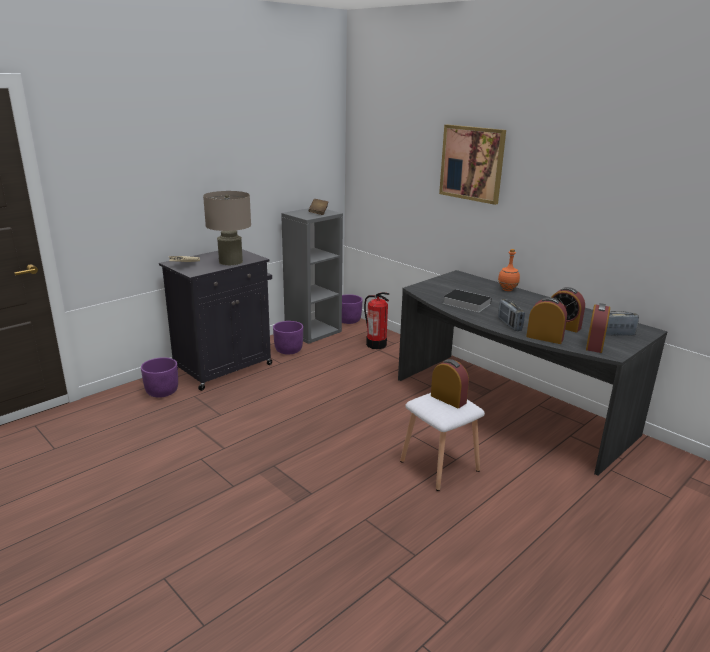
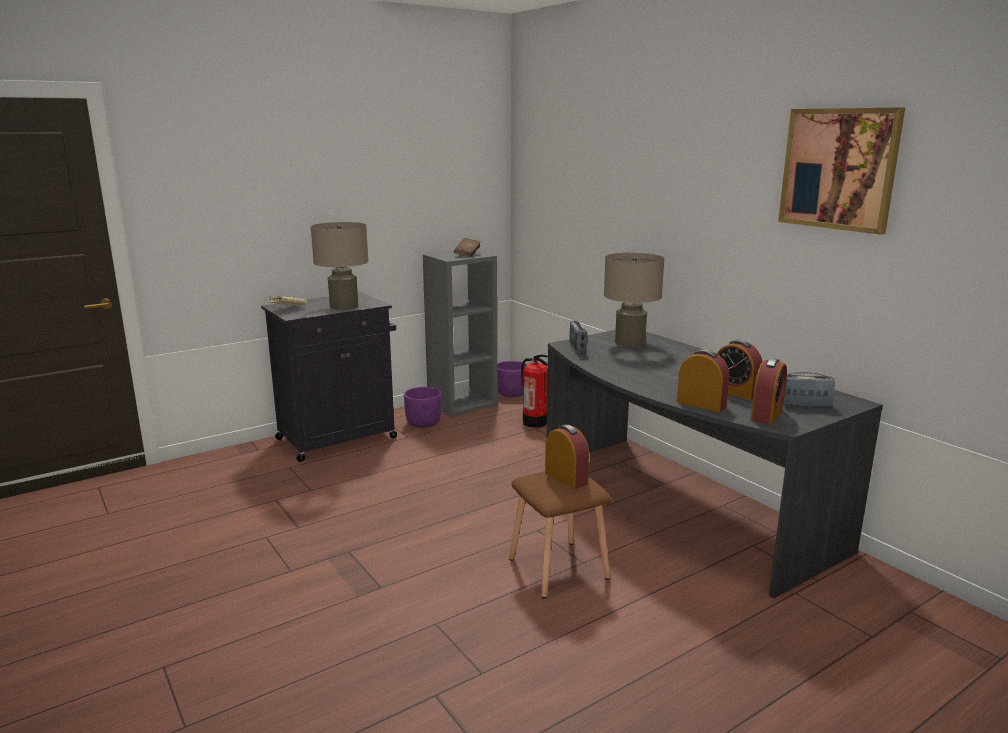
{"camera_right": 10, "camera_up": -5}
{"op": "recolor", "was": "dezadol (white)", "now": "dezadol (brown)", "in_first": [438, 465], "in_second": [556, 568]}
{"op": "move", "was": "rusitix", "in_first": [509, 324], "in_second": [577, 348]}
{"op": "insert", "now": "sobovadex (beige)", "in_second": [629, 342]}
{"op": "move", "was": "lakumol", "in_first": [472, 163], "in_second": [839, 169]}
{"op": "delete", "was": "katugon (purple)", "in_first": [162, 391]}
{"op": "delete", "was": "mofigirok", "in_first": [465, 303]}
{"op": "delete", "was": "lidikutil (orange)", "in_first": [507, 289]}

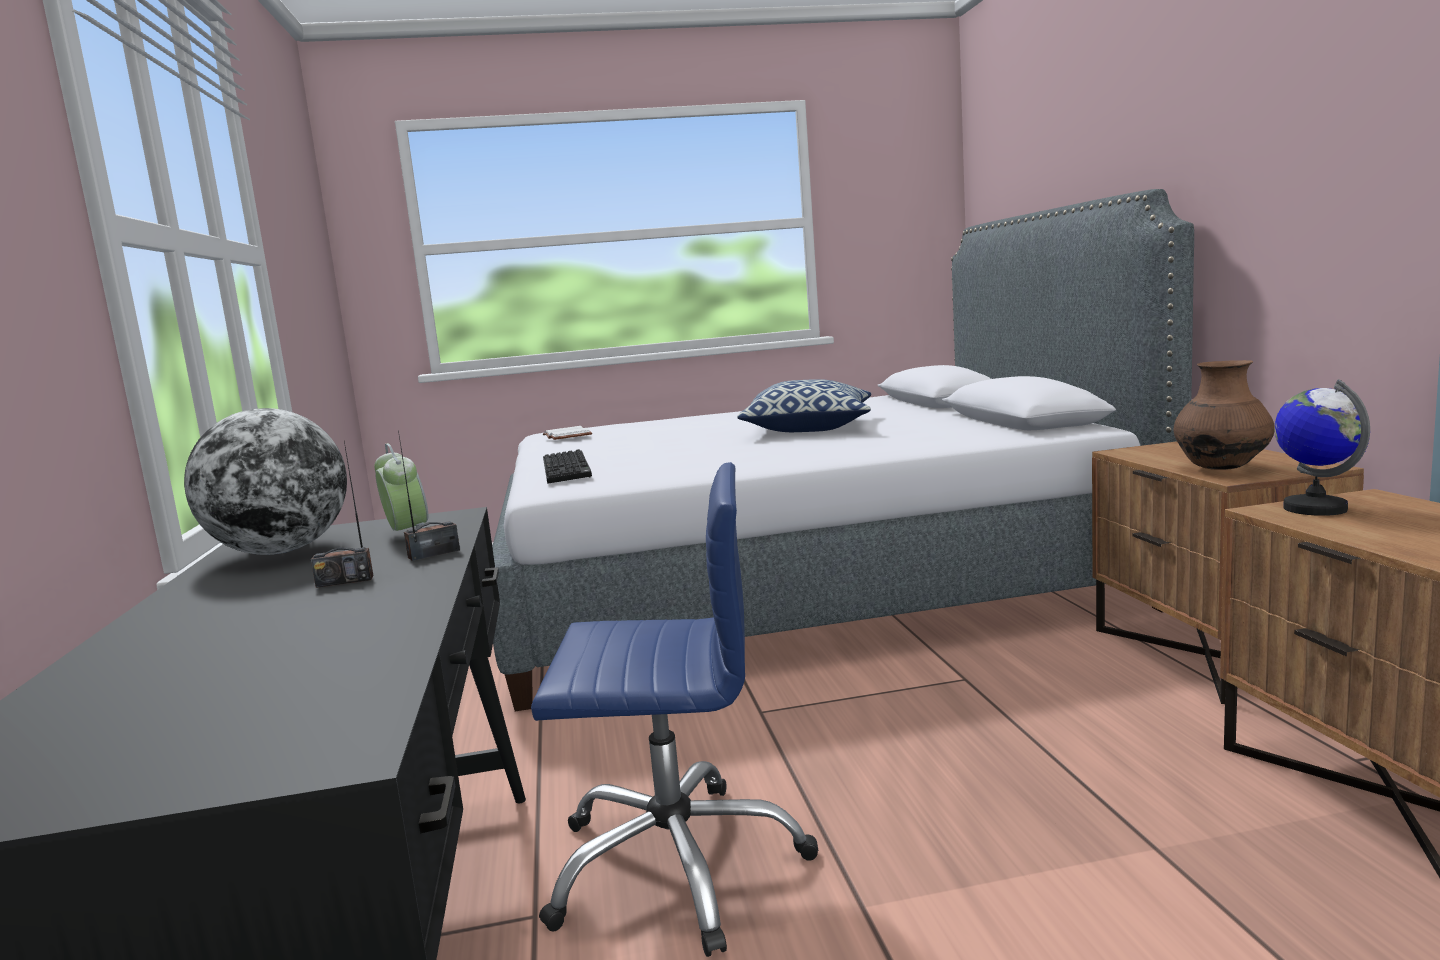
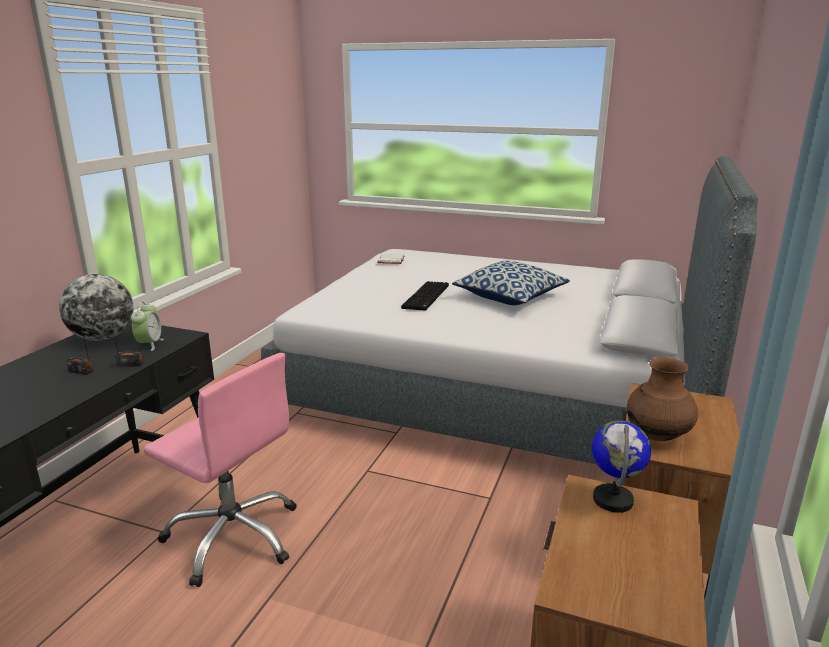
{"camera_right": 30, "camera_up": 10}
{"op": "recolor", "was": "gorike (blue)", "now": "gorike (pink)", "in_first": [676, 864], "in_second": [233, 536]}
{"op": "move", "was": "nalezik", "in_first": [568, 469], "in_second": [427, 297]}

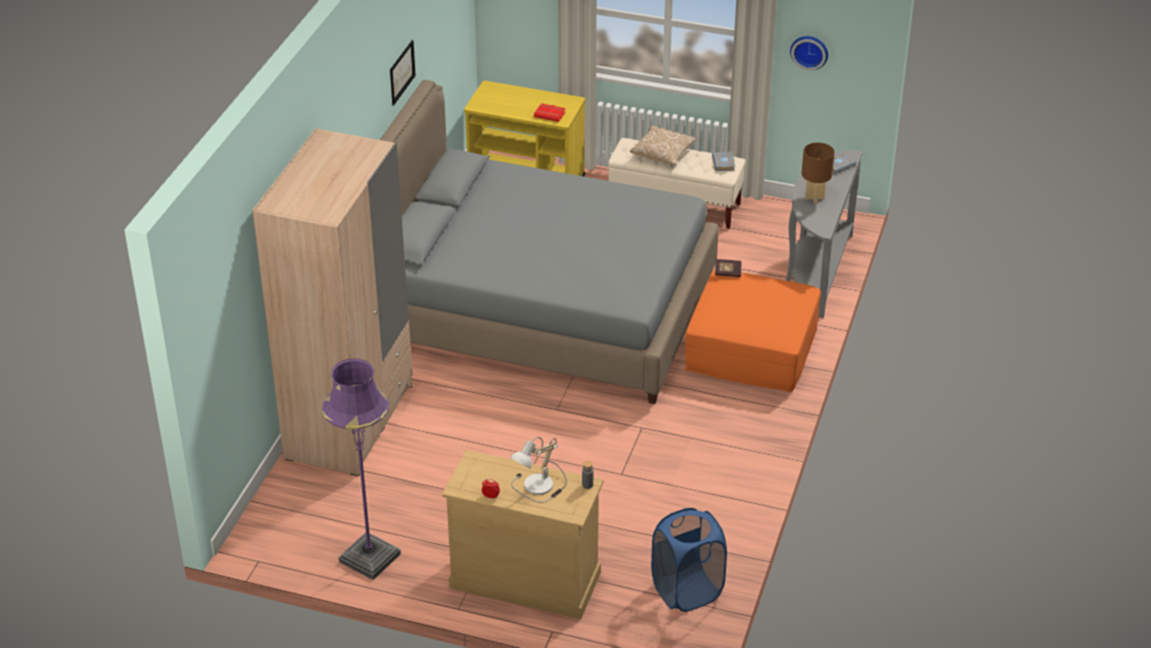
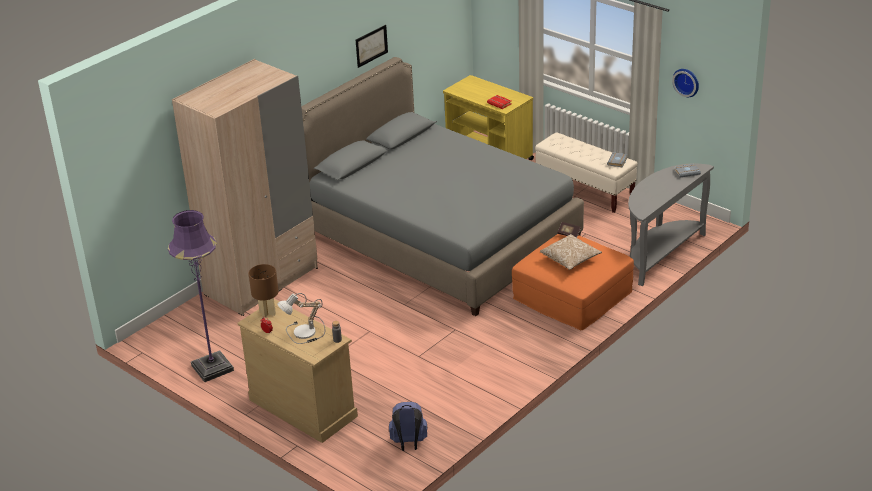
{"camera_right": 25, "camera_up": -5}
{"op": "move", "was": "sobovadex (brown)", "in_first": [814, 198], "in_second": [267, 313]}
{"op": "replace", "was": "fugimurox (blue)", "now": "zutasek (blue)", "in_first": [687, 591], "in_second": [409, 444]}
{"op": "move", "was": "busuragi", "in_first": [662, 154], "in_second": [570, 259]}

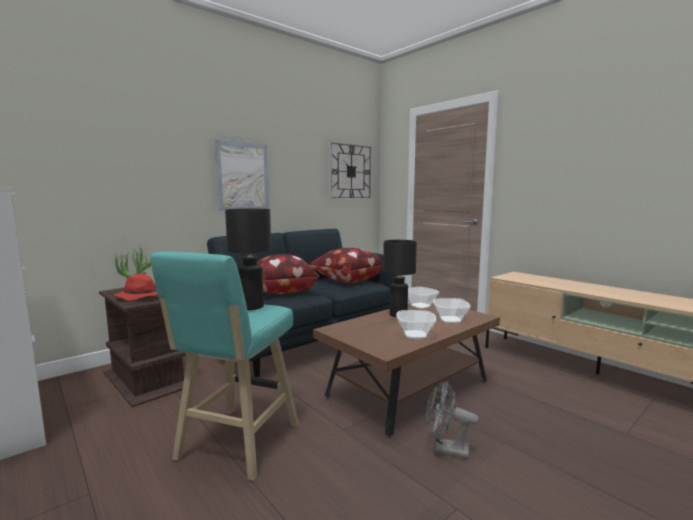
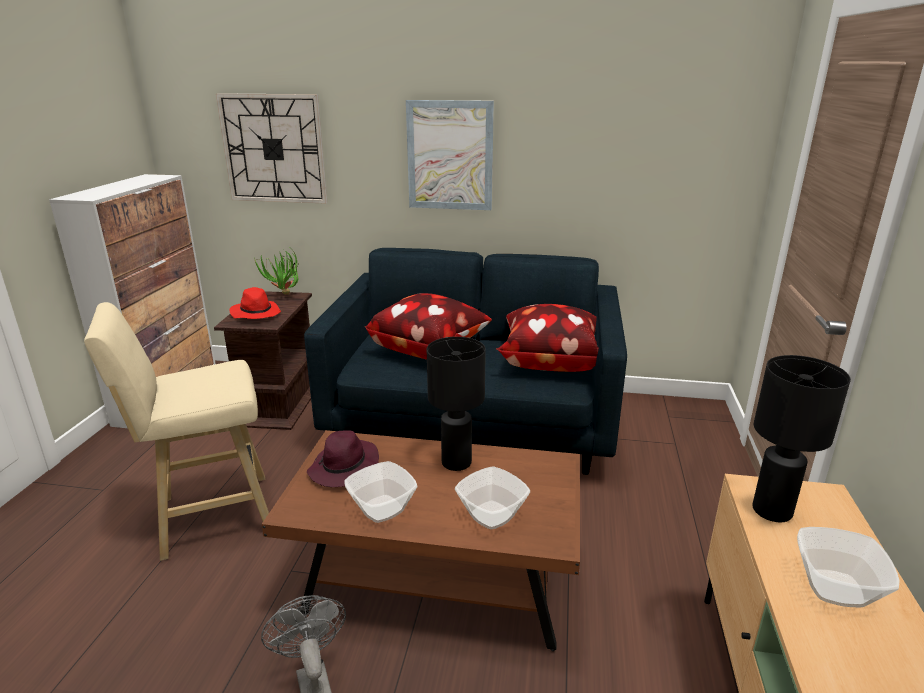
{"camera_right": 50, "camera_up": 15}
{"op": "recolor", "was": "dezadol (turquoise)", "now": "dezadol (beige)", "in_first": [236, 445], "in_second": [210, 517]}
{"op": "move", "was": "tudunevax", "in_first": [350, 171], "in_second": [273, 149]}
{"op": "insert", "now": "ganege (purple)", "in_second": [344, 468]}
{"op": "move", "was": "sobovadex (black)", "in_first": [252, 307], "in_second": [773, 511]}
{"op": "move", "was": "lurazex", "in_first": [421, 306], "in_second": [837, 589]}

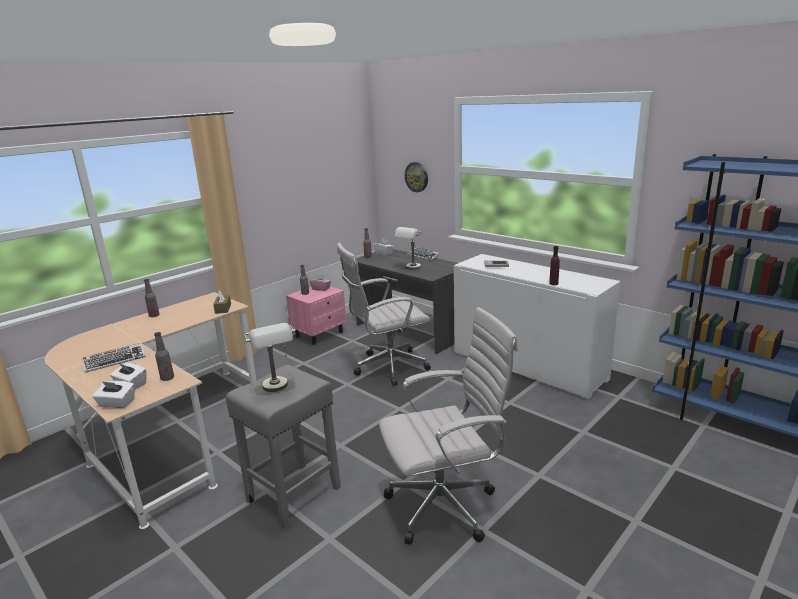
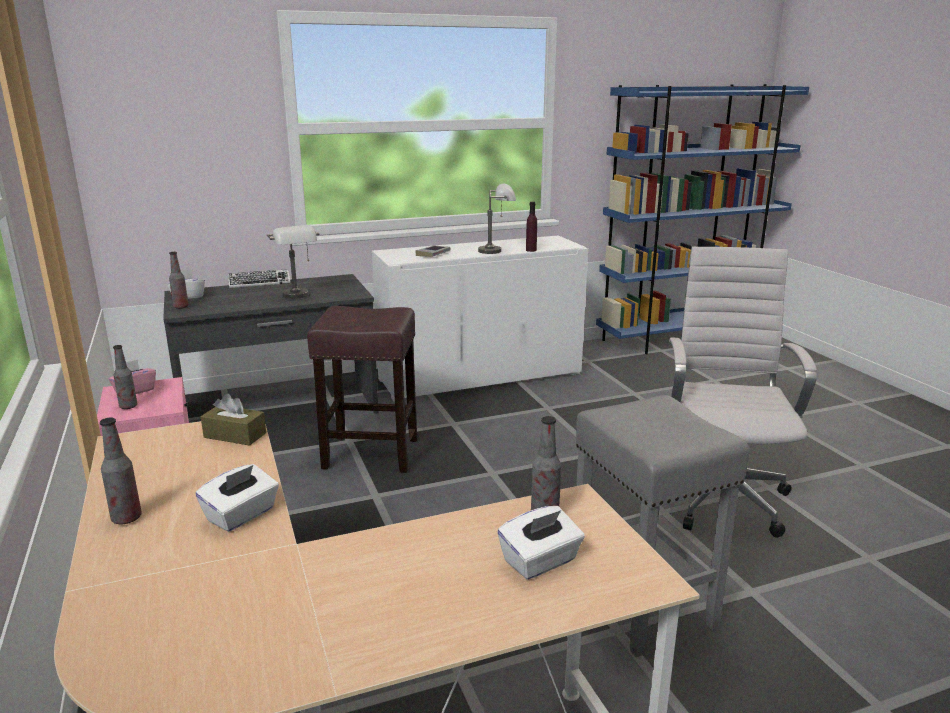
{"camera_right": -65, "camera_up": 0}
{"op": "move", "was": "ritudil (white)", "in_first": [116, 403], "in_second": [241, 515]}
{"op": "replace", "was": "gorike (white)", "now": "dezadol (brown)", "in_first": [387, 367], "in_second": [369, 454]}
{"op": "move", "was": "sobovadex (grey)", "in_first": [278, 389], "in_second": [498, 251]}
{"op": "delete", "was": "nalezik", "in_first": [115, 361]}
{"op": "delete", "was": "tudunevax", "in_first": [416, 177]}

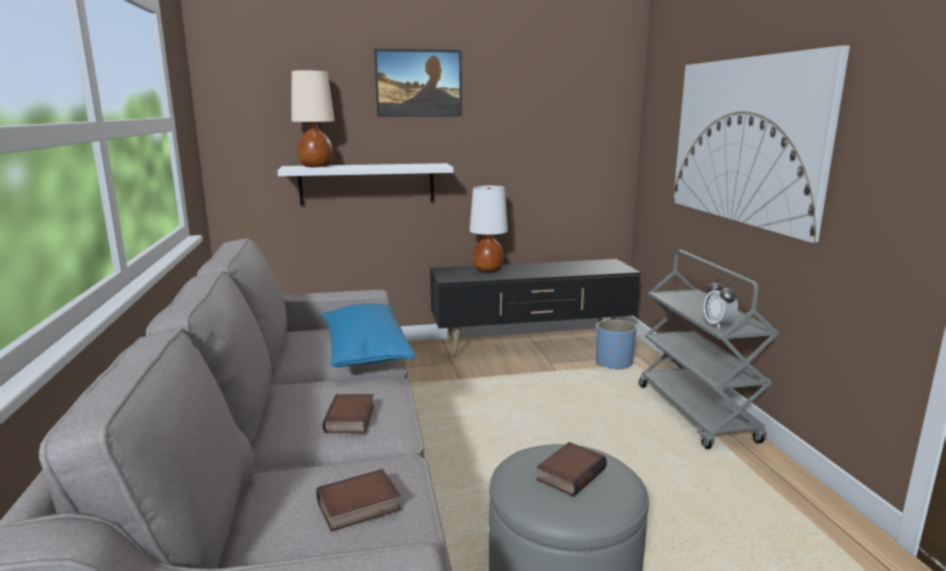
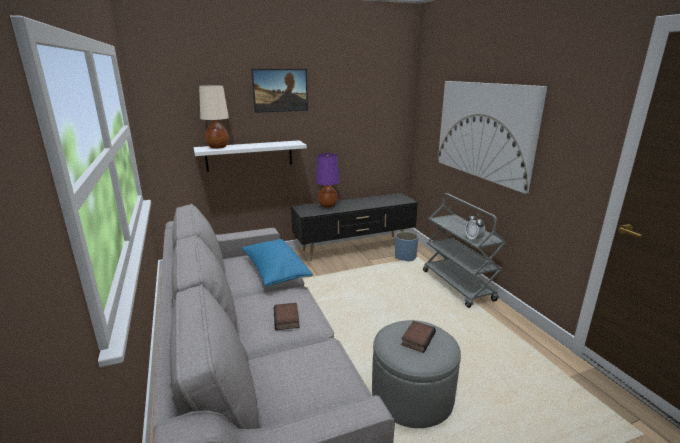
{"camera_right": -10, "camera_up": 5}
{"op": "recolor", "was": "sobovadex (white)", "now": "sobovadex (purple)", "in_first": [487, 270], "in_second": [327, 206]}
{"op": "delete", "was": "mofigirok", "in_first": [358, 508]}

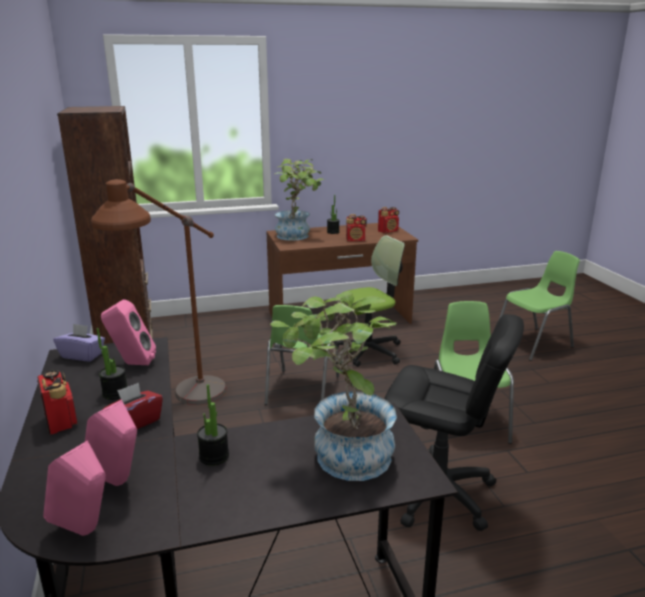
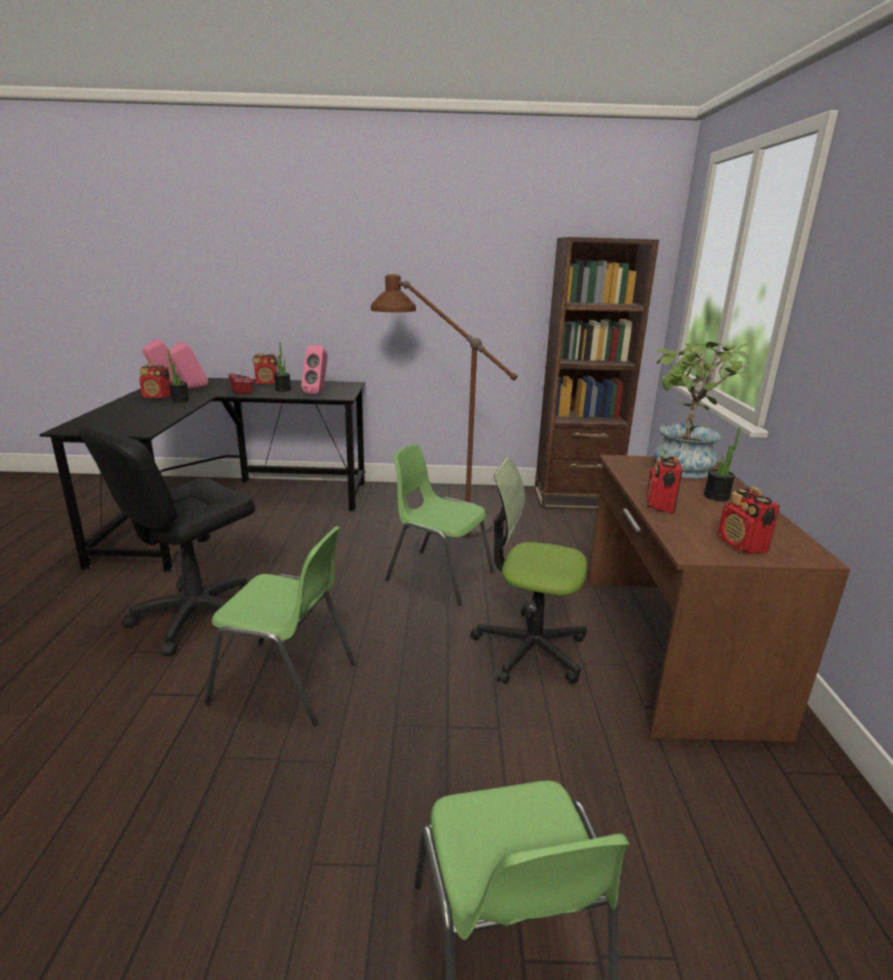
{"camera_right": 105, "camera_up": 0}
{"op": "insert", "now": "rusitix", "in_second": [157, 397]}
{"op": "rotate", "was": "gorike", "in_first": [369, 351], "in_second": [529, 649], "clockwise": 120}
{"op": "delete", "was": "ritudil (purple)", "in_first": [82, 355]}
{"op": "delete", "was": "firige", "in_first": [341, 456]}

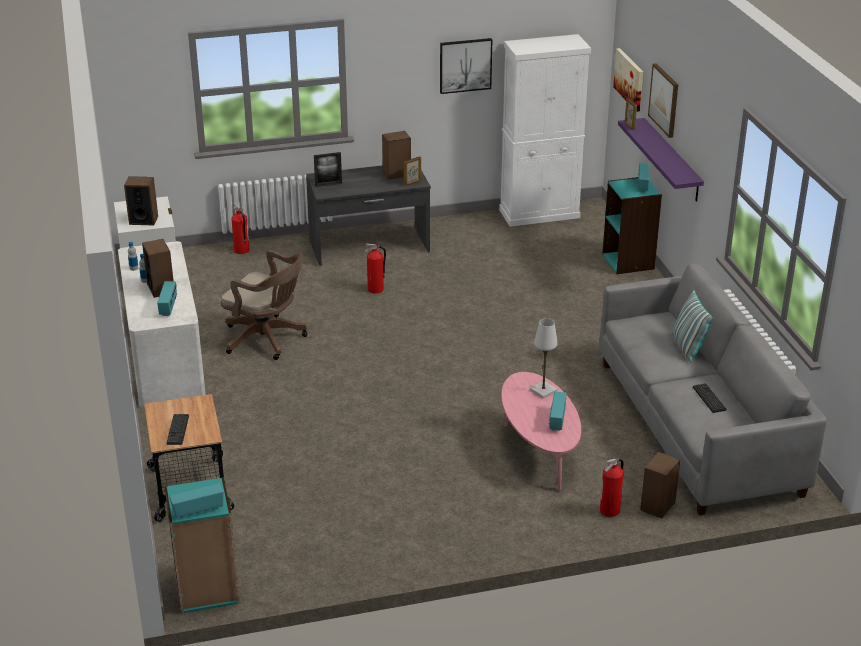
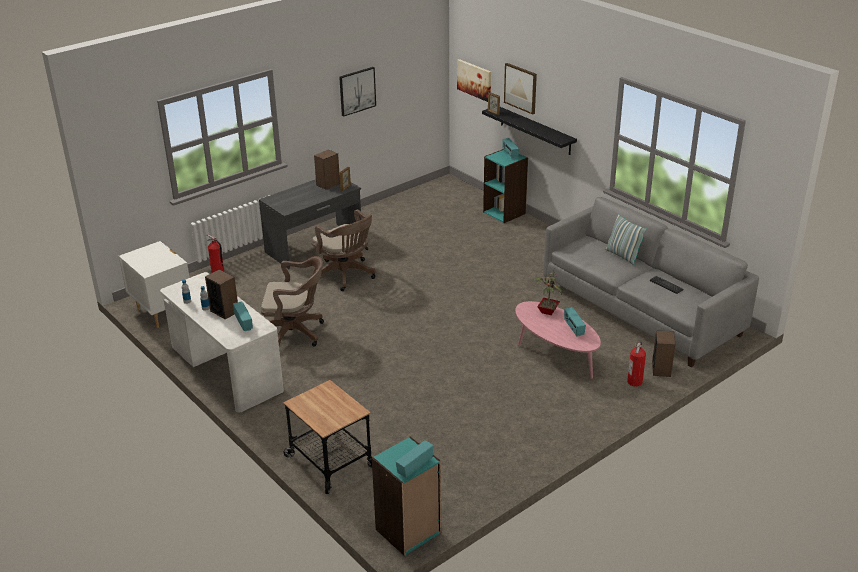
{"camera_right": -25, "camera_up": 0}
{"op": "replace", "was": "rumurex", "now": "gorike (brown)", "in_first": [376, 289], "in_second": [346, 275]}
{"op": "recolor", "was": "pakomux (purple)", "now": "pakomux (black)", "in_first": [671, 160], "in_second": [535, 130]}
{"op": "replace", "was": "sobovadex (white)", "now": "firige", "in_first": [543, 391], "in_second": [547, 311]}
{"op": "delete", "was": "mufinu", "in_first": [143, 220]}
{"op": "delete", "was": "nalezik", "in_first": [178, 429]}
{"op": "delete", "was": "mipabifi", "in_first": [328, 184]}
{"op": "delete", "was": "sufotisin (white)", "in_first": [539, 214]}

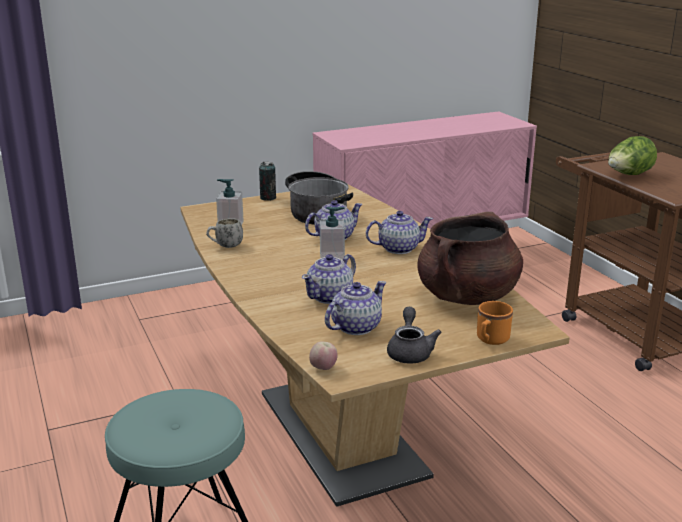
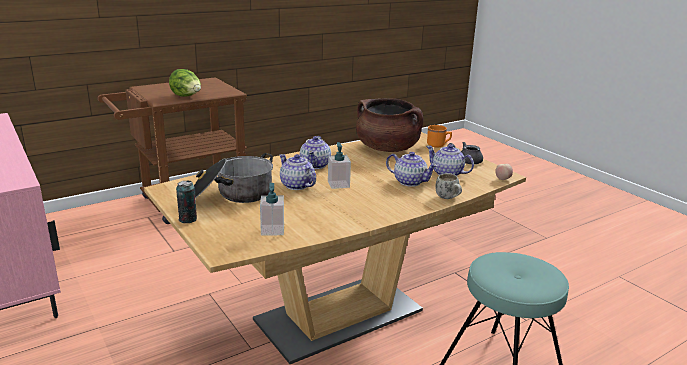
{"camera_right": -100, "camera_up": 0}
{"op": "rotate", "was": "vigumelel", "in_first": [398, 248], "in_second": [315, 165], "clockwise": -150}
{"op": "move", "was": "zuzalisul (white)", "in_first": [225, 246], "in_second": [449, 198]}

